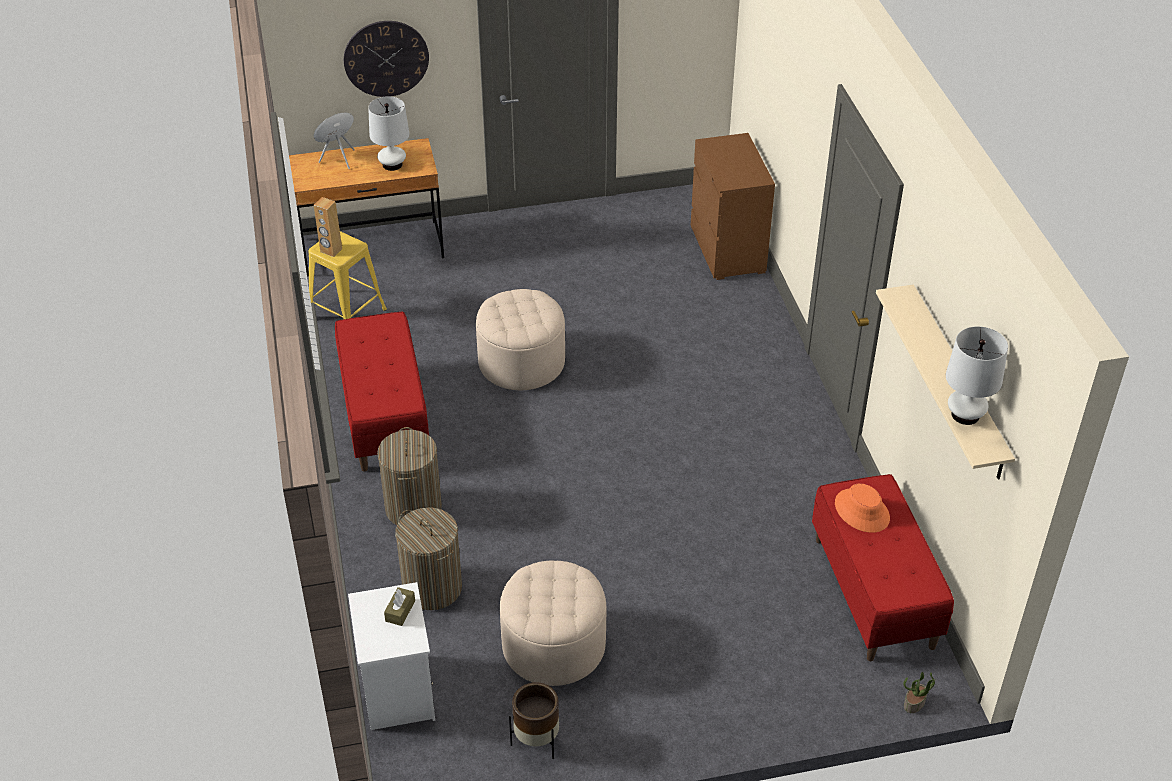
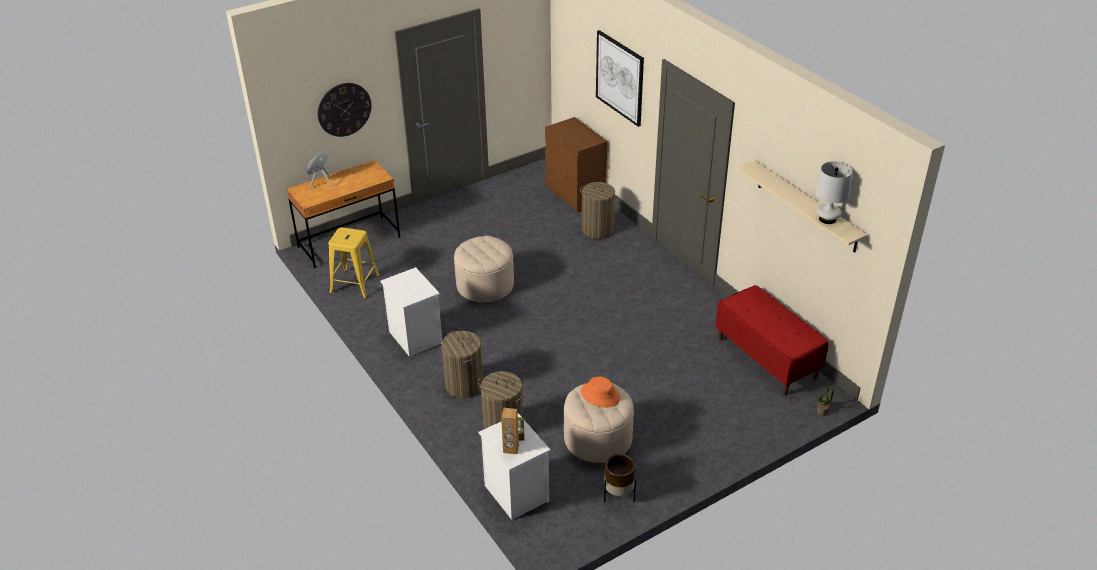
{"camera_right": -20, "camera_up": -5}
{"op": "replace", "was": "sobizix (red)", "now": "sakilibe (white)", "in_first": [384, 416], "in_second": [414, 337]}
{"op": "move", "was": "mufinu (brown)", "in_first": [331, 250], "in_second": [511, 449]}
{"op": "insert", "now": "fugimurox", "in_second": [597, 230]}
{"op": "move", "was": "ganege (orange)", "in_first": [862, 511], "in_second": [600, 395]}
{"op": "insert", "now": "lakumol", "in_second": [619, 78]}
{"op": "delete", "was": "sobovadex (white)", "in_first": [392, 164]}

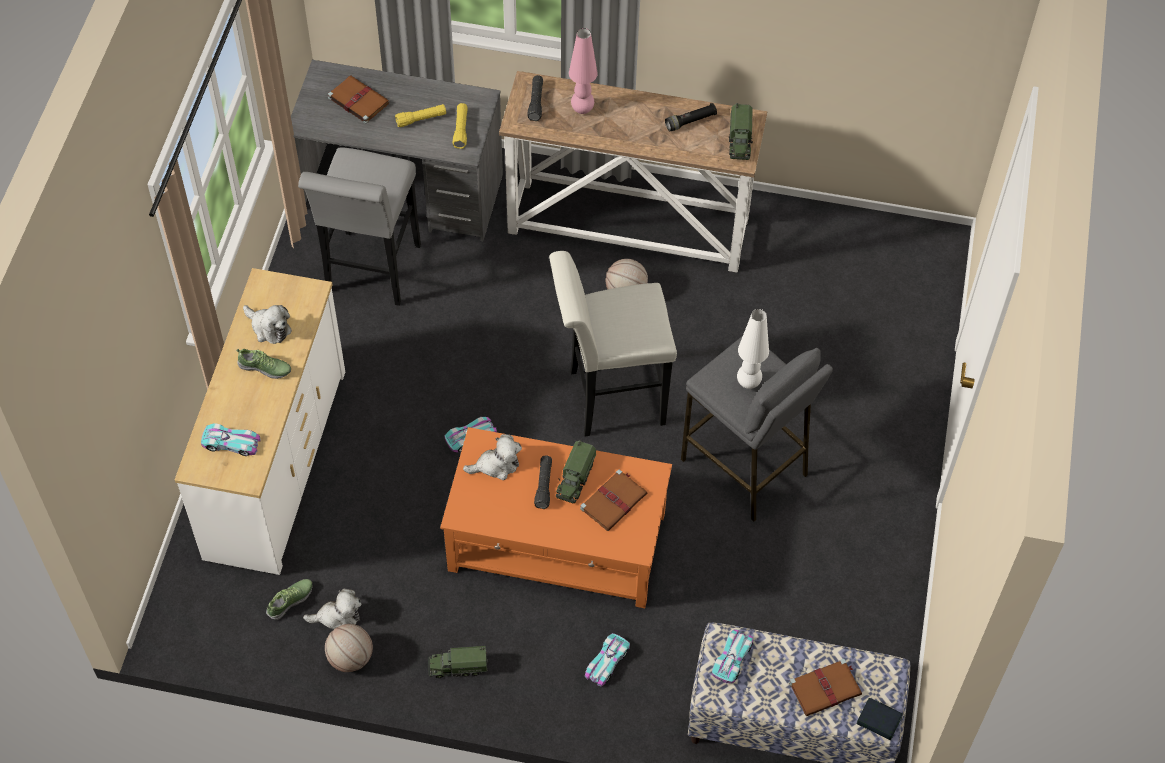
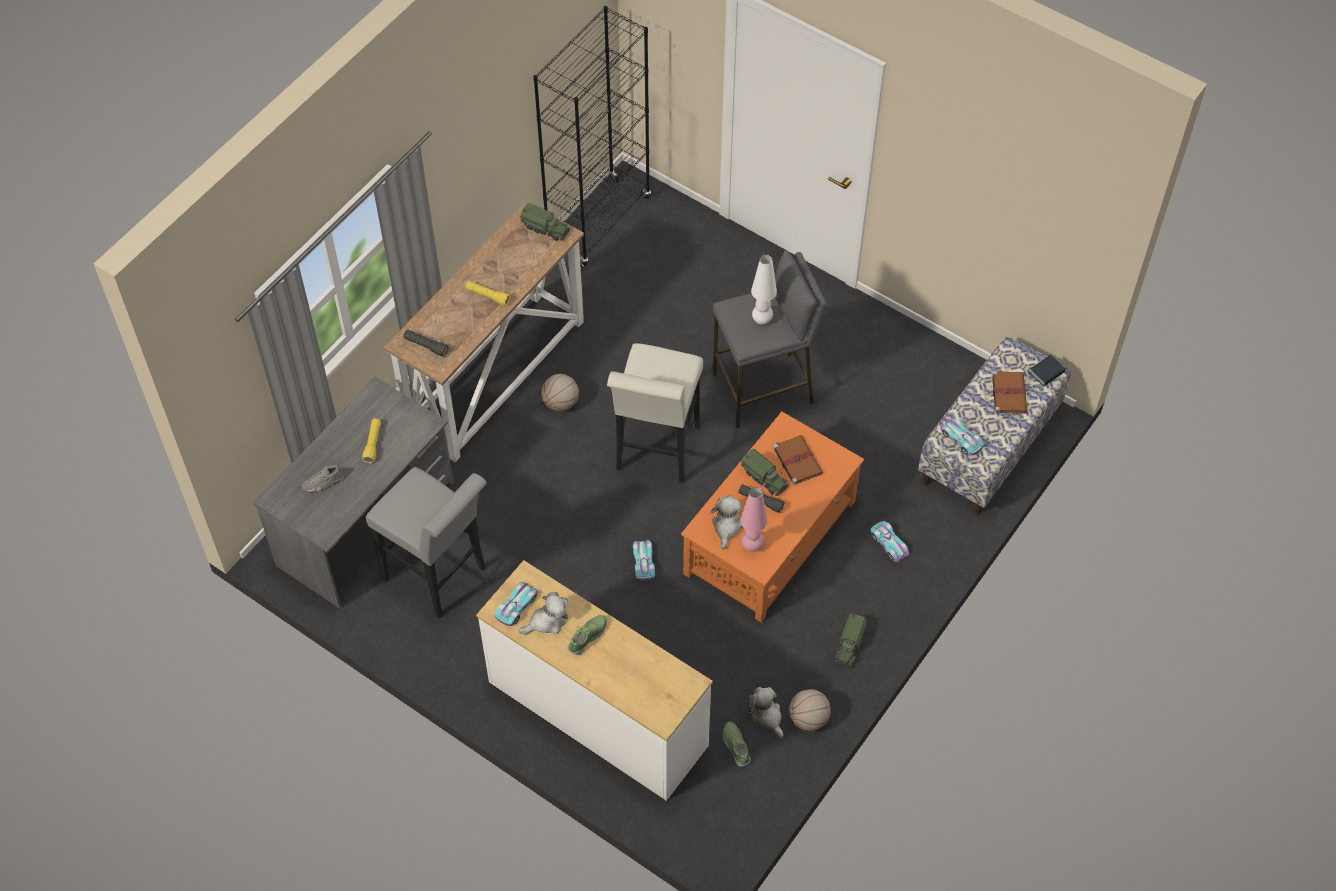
{"camera_right": -65, "camera_up": 0}
{"op": "replace", "was": "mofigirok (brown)", "now": "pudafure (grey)", "in_first": [357, 100], "in_second": [323, 483]}
{"op": "move", "was": "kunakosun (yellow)", "in_first": [461, 129], "in_second": [488, 296]}
{"op": "move", "was": "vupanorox", "in_first": [231, 443], "in_second": [516, 606]}
{"op": "insert", "now": "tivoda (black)", "in_second": [598, 221]}
{"op": "move", "was": "sobovadex (pink)", "in_first": [582, 109], "in_second": [752, 546]}
{"op": "rotate", "was": "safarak", "in_first": [337, 617], "in_second": [767, 715], "clockwise": -45}
{"op": "delete", "was": "kunakosun (black)", "in_first": [690, 121]}

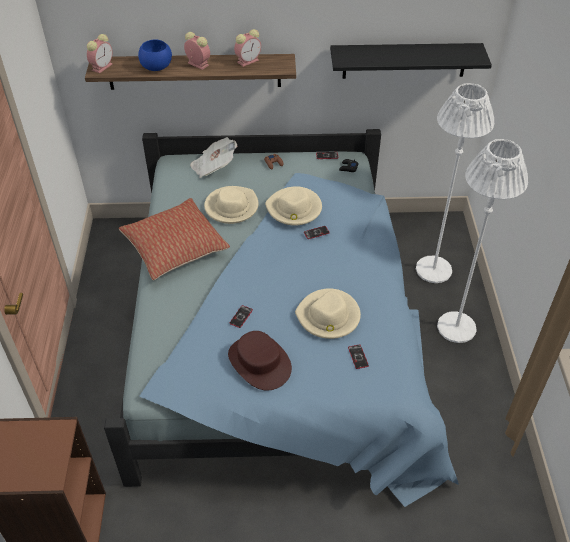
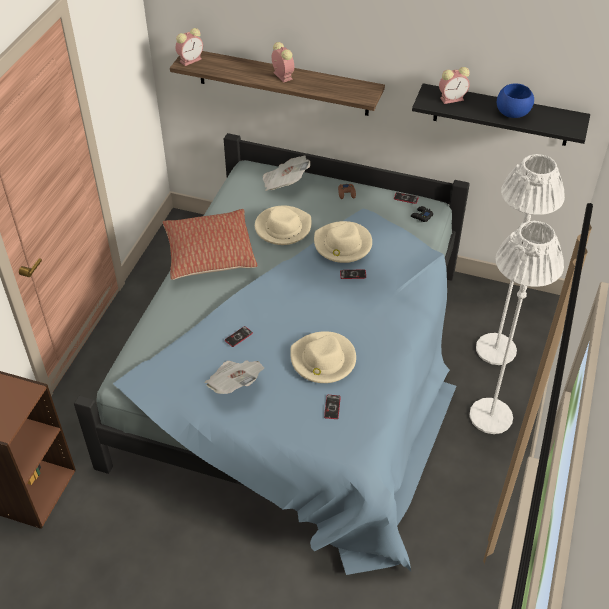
{"camera_right": 20, "camera_up": 0}
{"op": "replace", "was": "ganege (brown)", "now": "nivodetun", "in_first": [259, 362], "in_second": [234, 385]}
{"op": "move", "was": "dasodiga", "in_first": [248, 60], "in_second": [452, 98]}
{"op": "move", "was": "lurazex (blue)", "in_first": [157, 67], "in_second": [513, 113]}

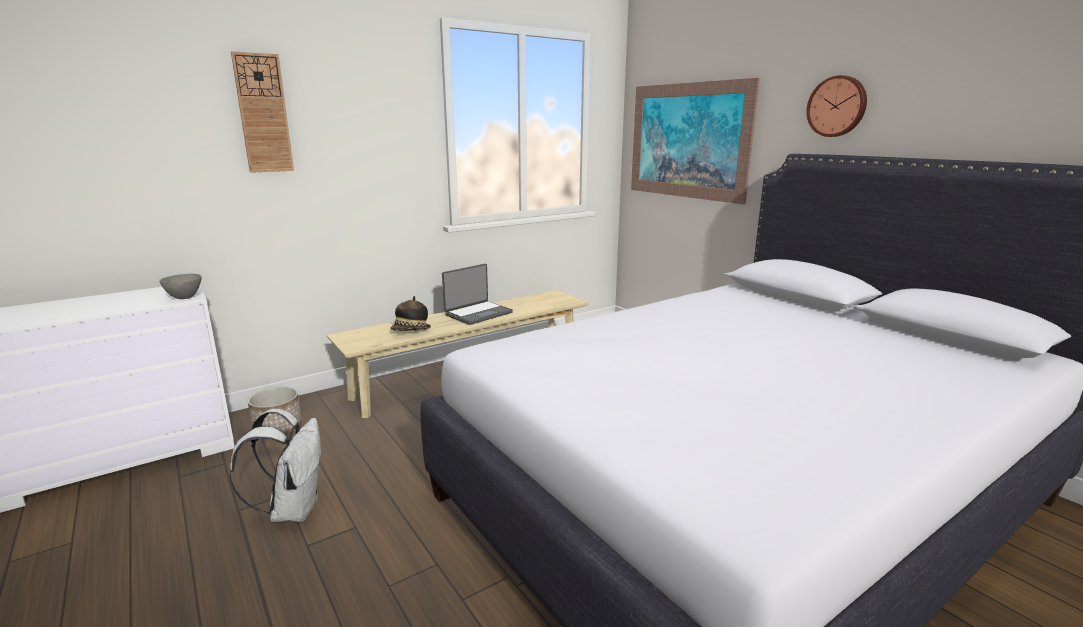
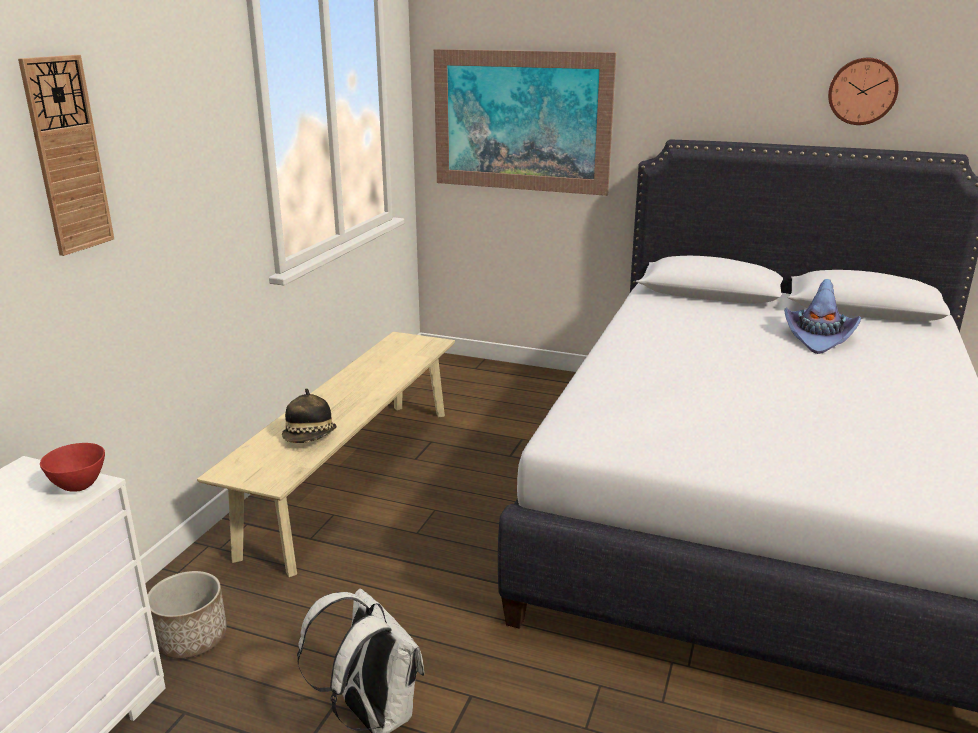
{"camera_right": -35, "camera_up": 5}
{"op": "recolor", "was": "lurazex (grey)", "now": "lurazex (red)", "in_first": [184, 297], "in_second": [79, 486]}
{"op": "insert", "now": "ganege (purple)", "in_second": [818, 337]}
{"op": "move", "was": "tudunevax", "in_first": [837, 106], "in_second": [862, 91]}
{"op": "delete", "was": "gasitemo", "in_first": [478, 313]}

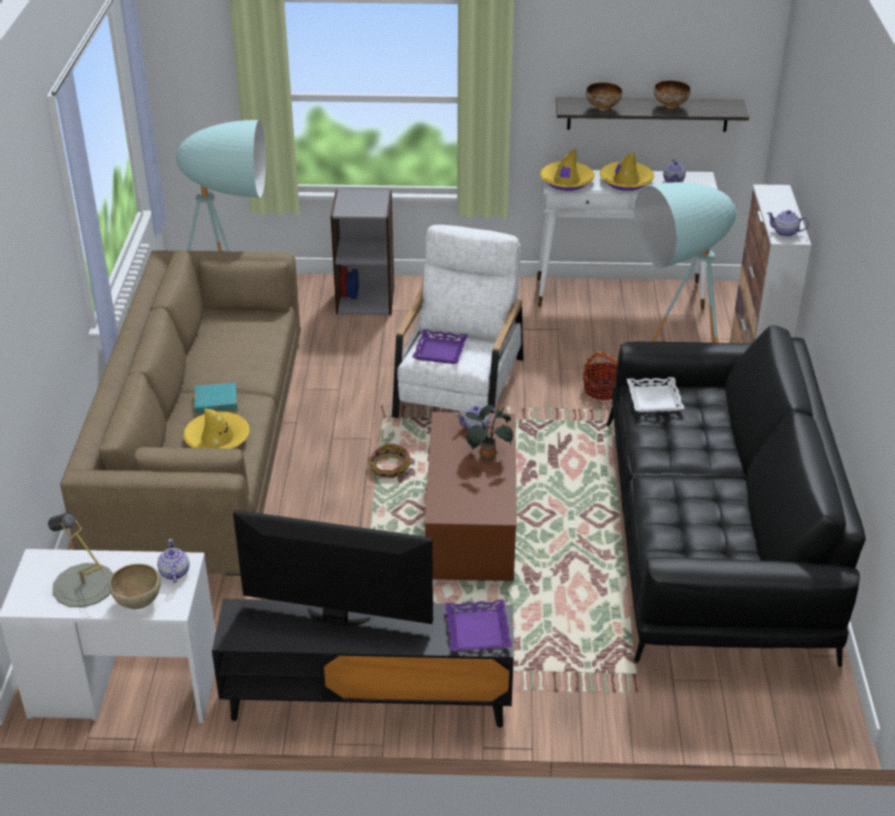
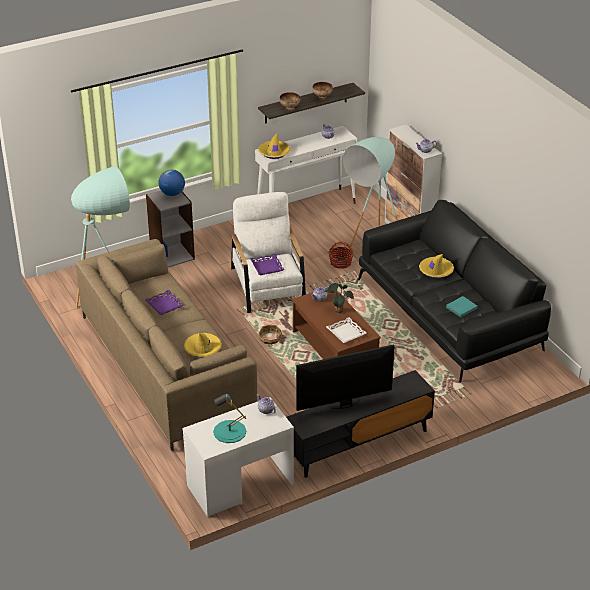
{"camera_right": -30, "camera_up": 0}
{"op": "move", "was": "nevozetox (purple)", "in_first": [477, 630], "in_second": [164, 305]}
{"op": "insert", "now": "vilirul", "in_second": [172, 193]}
{"op": "recolor", "was": "sobovadex (grey)", "now": "sobovadex (turquoise)", "in_first": [83, 585], "in_second": [229, 432]}
{"op": "move", "was": "nevozetox (white)", "in_first": [653, 399], "in_second": [345, 333]}
{"op": "move", "was": "ganege (yellow)", "in_first": [626, 181], "in_second": [436, 271]}
{"op": "move", "was": "mofigirok (turquoise)", "in_first": [216, 400], "in_second": [461, 308]}
{"op": "delete", "was": "lurazex (brown)", "in_first": [138, 602]}

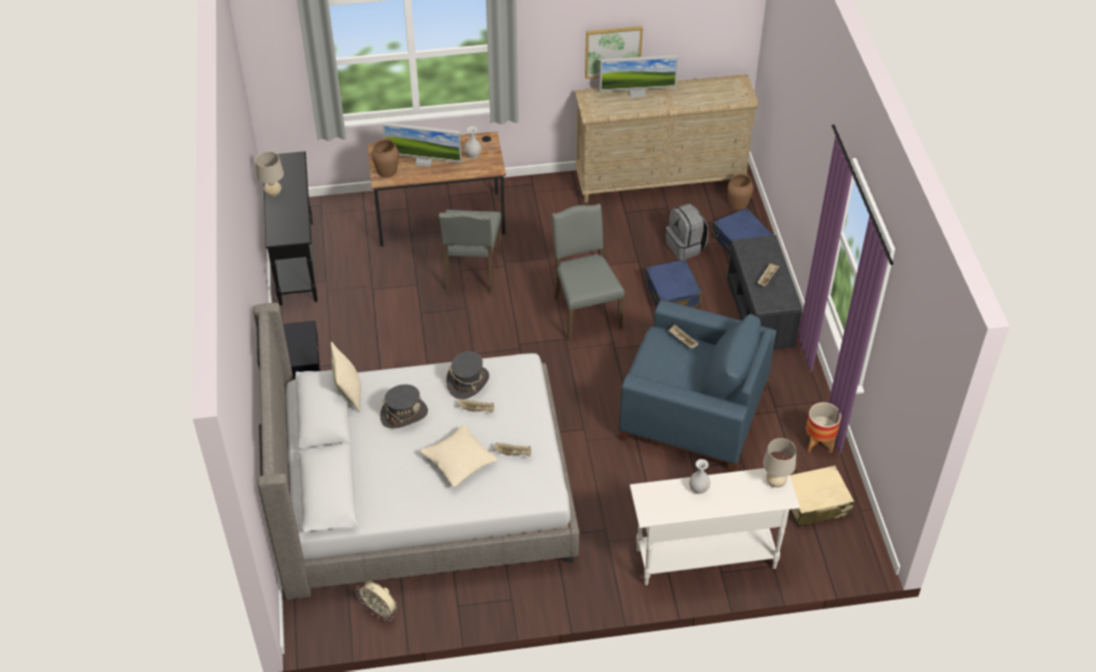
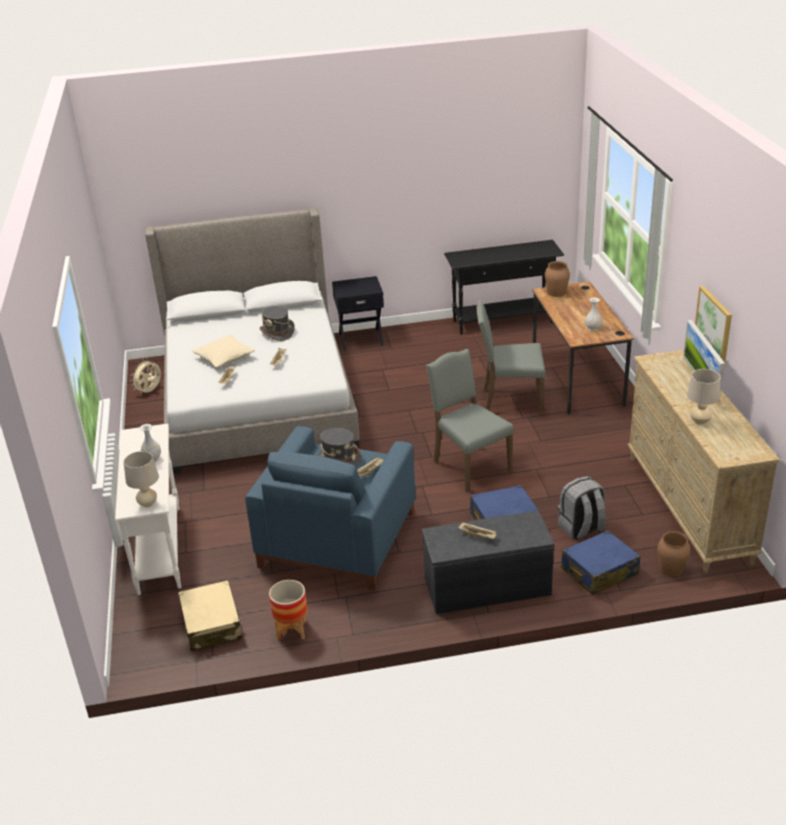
{"camera_right": 90, "camera_up": -15}
{"op": "move", "was": "ganege (grey)", "in_first": [468, 382], "in_second": [338, 458]}
{"op": "rotate", "was": "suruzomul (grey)", "in_first": [585, 311], "in_second": [469, 466], "clockwise": -105}
{"op": "move", "was": "sobovadex (beige)", "in_first": [273, 193], "in_second": [700, 421]}
{"op": "delete", "was": "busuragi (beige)", "in_first": [348, 393]}
{"op": "delete", "was": "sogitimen", "in_first": [424, 161]}

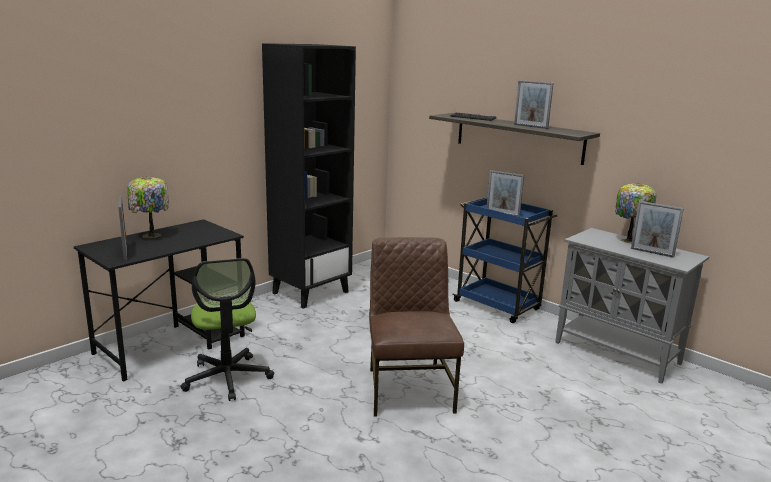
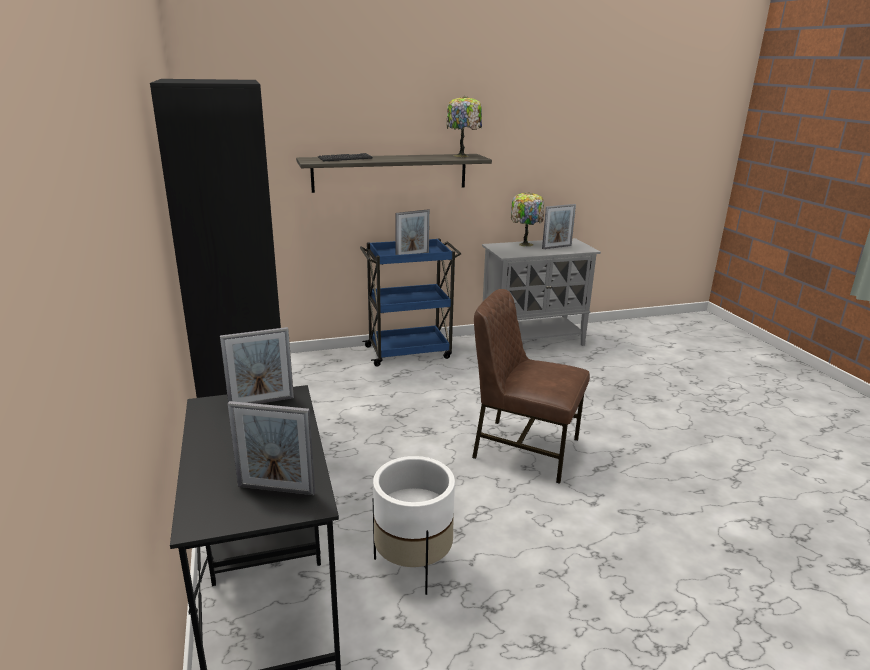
{"camera_right": -60, "camera_up": 5}
{"op": "move", "was": "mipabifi", "in_first": [530, 126], "in_second": [261, 402]}
{"op": "replace", "was": "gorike", "now": "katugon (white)", "in_first": [227, 378], "in_second": [413, 565]}
{"op": "move", "was": "sobovadex", "in_first": [151, 236], "in_second": [462, 156]}

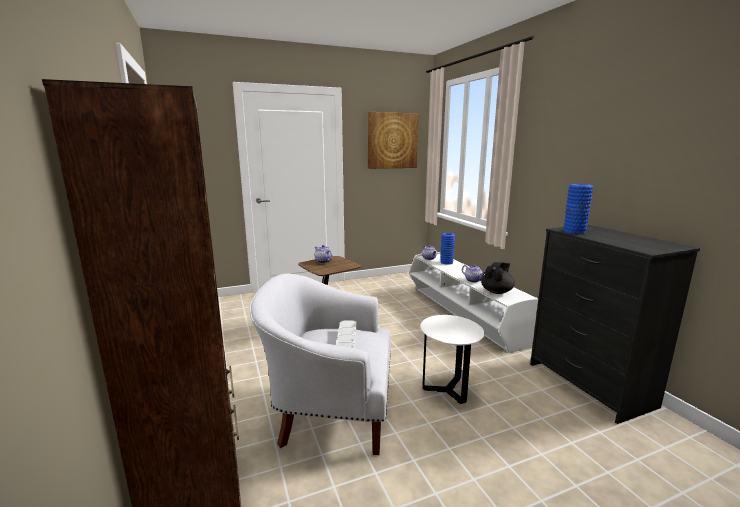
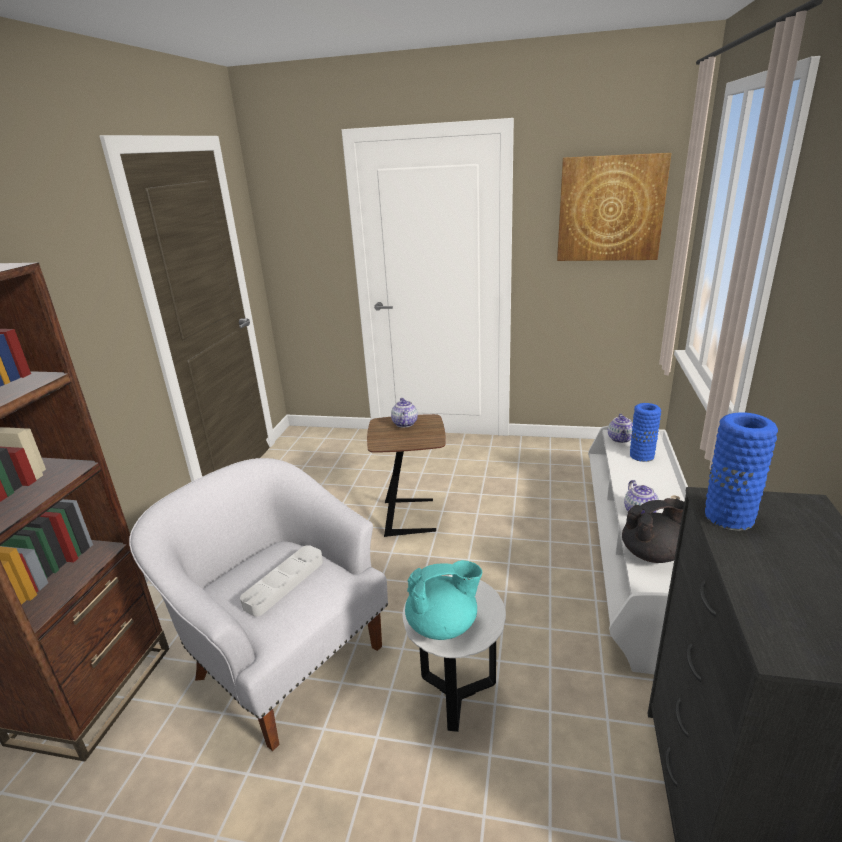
{"camera_right": 35, "camera_up": 10}
{"op": "insert", "now": "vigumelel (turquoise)", "in_second": [443, 625]}

